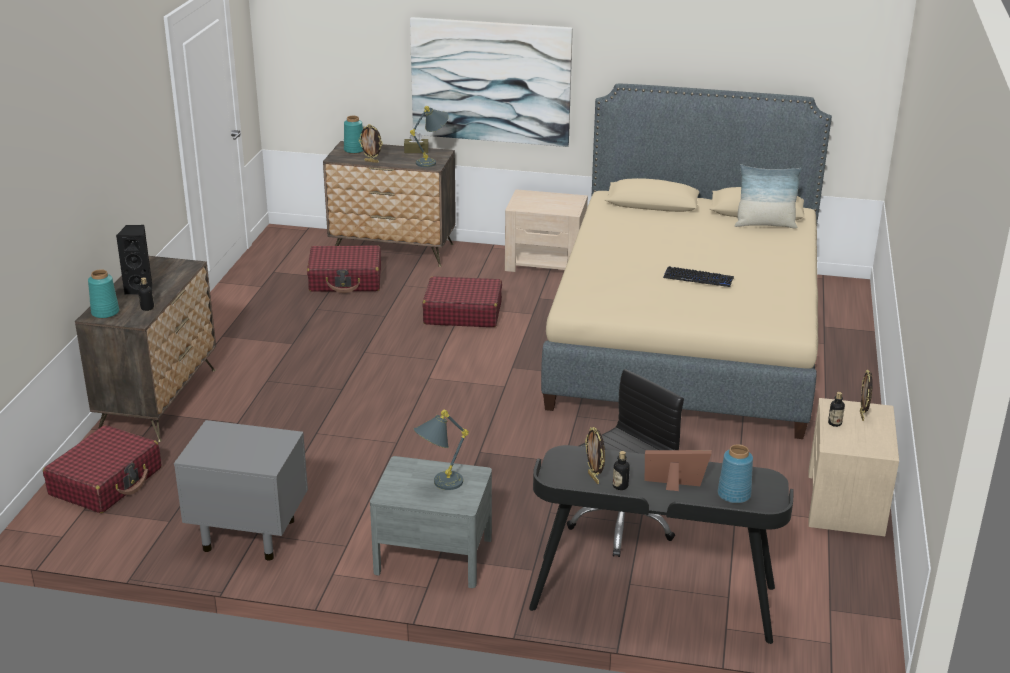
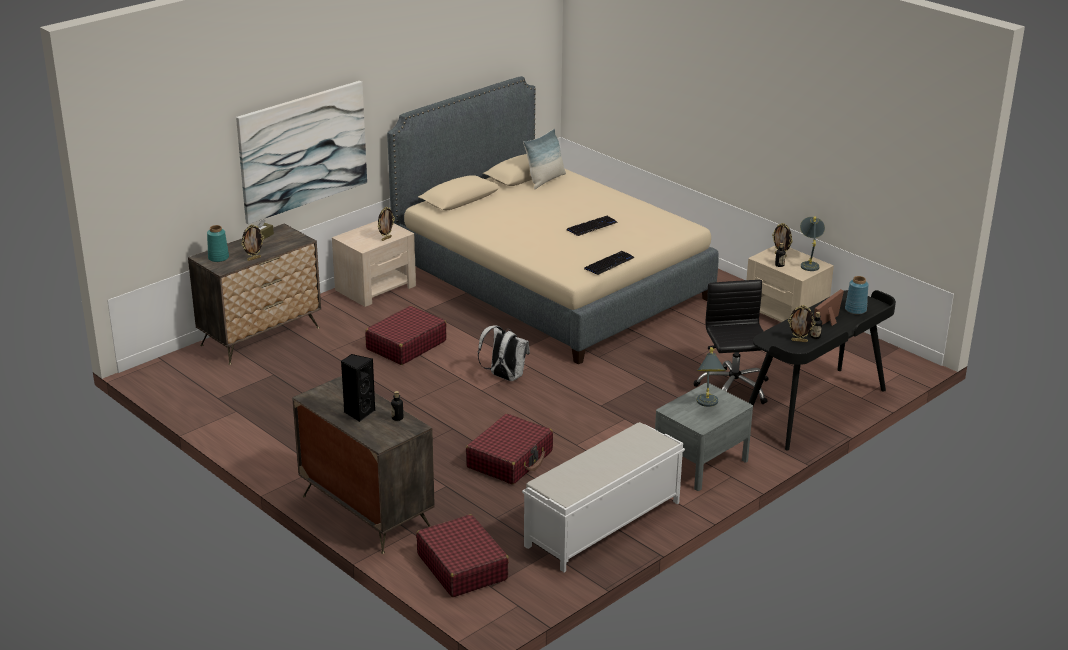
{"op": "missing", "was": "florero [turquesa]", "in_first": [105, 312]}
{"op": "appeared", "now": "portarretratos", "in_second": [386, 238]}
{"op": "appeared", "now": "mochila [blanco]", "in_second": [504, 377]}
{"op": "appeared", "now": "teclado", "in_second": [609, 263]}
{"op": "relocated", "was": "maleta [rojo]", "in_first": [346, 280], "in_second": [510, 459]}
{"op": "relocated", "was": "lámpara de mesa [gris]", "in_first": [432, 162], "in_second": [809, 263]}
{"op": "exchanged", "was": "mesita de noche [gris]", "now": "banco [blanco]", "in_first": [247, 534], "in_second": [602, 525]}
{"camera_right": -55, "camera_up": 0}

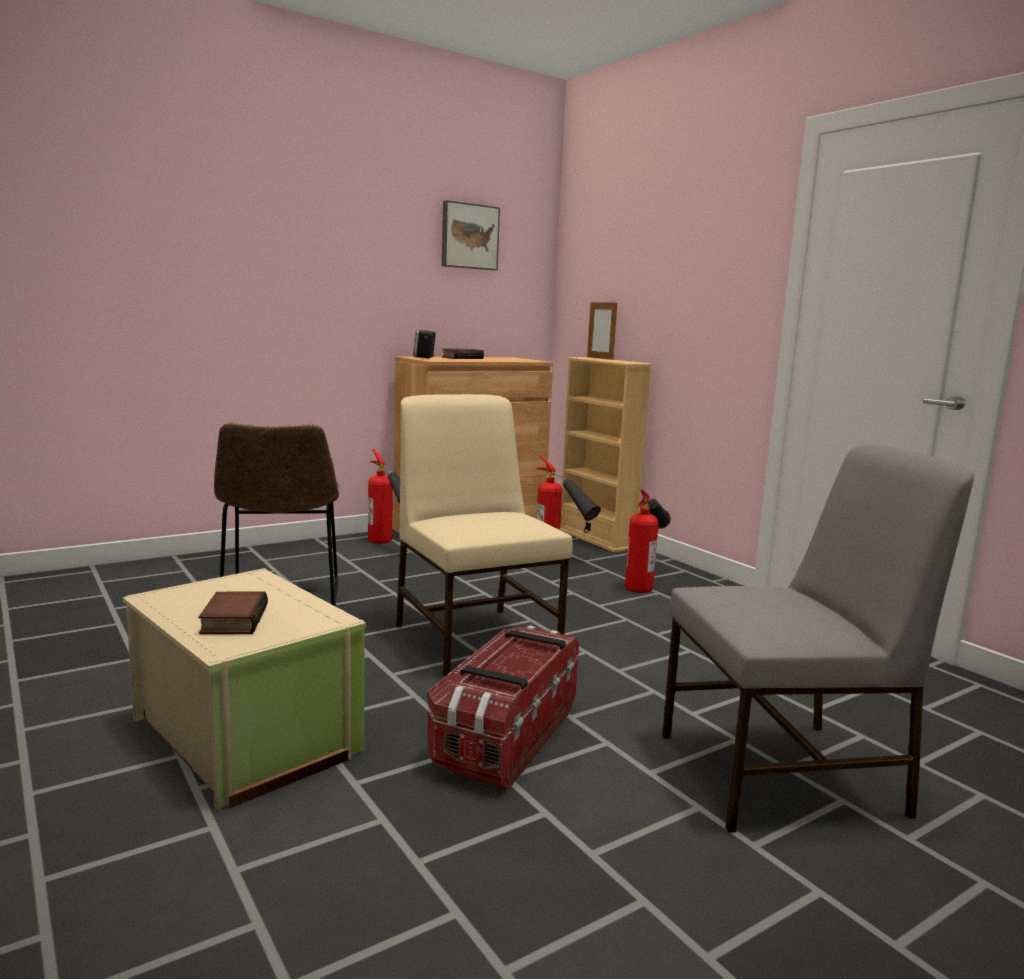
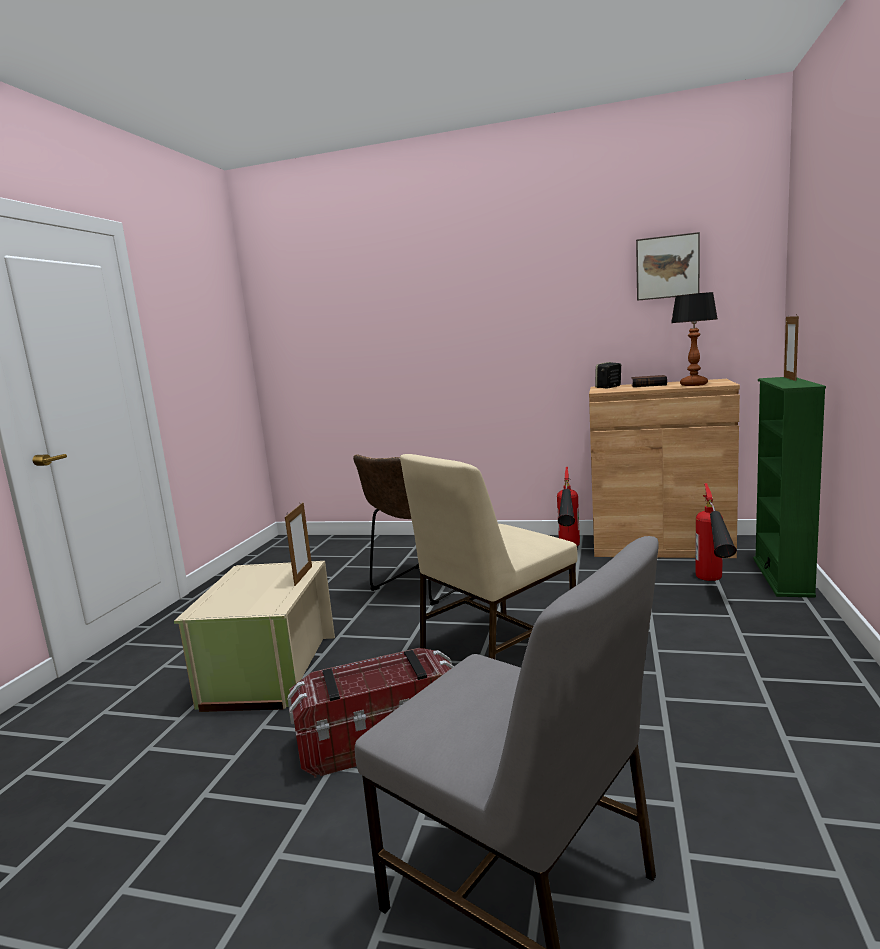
{"op": "missing", "was": "libro", "in_first": [232, 620]}
{"op": "missing", "was": "extintor", "in_first": [645, 581]}
{"op": "appeared", "now": "portarretratos", "in_second": [303, 575]}
{"op": "appeared", "now": "lámpara de mesa", "in_second": [693, 384]}
{"op": "colour", "was": "estantería [beis]", "now": "estantería [verde]", "in_first": [596, 538], "in_second": [782, 577]}
{"op": "spun", "was": "silla [beis]", "in_first": [476, 640], "in_second": [495, 650], "clockwise": -150}
{"camera_right": 50, "camera_up": 0}

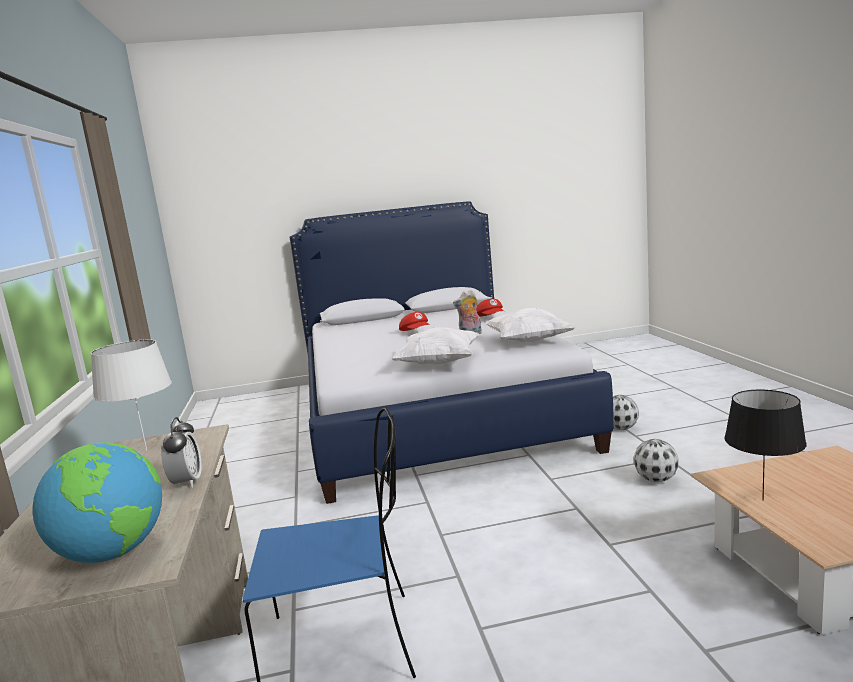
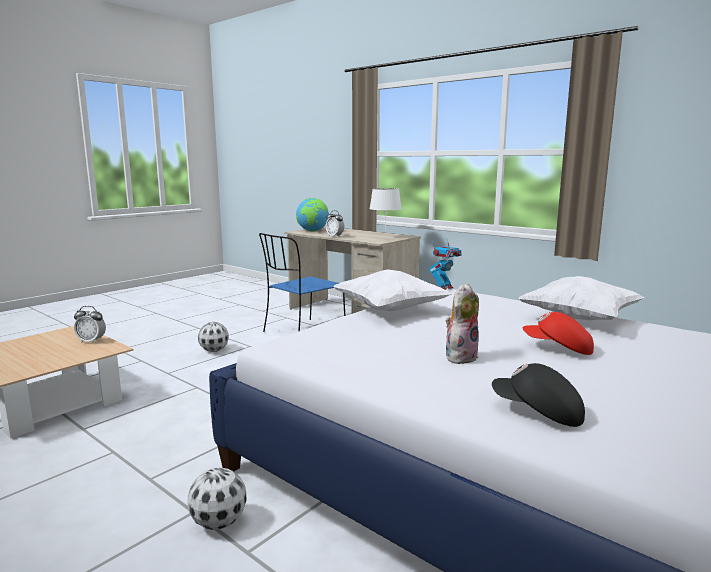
{"op": "appeared", "now": "robot de juguete", "in_second": [444, 287]}
{"op": "relocated", "was": "cojín [blanco]", "in_first": [529, 341], "in_second": [579, 319]}
{"op": "relocated", "was": "balón de fútbol", "in_first": [655, 480], "in_second": [214, 350]}
{"op": "exchanged", "was": "lámpara de mesa [negro]", "now": "despertador", "in_first": [762, 500], "in_second": [91, 341]}
{"op": "colour", "was": "gorra [rojo]", "now": "gorra [negro]", "in_first": [491, 318], "in_second": [537, 413]}
{"camera_right": 140, "camera_up": 0}

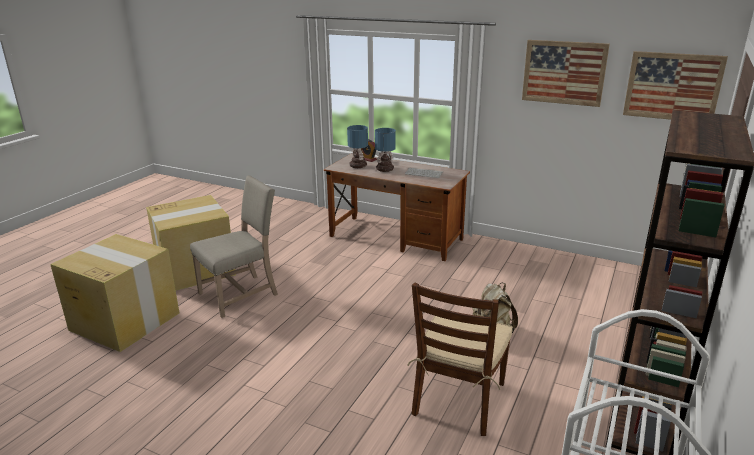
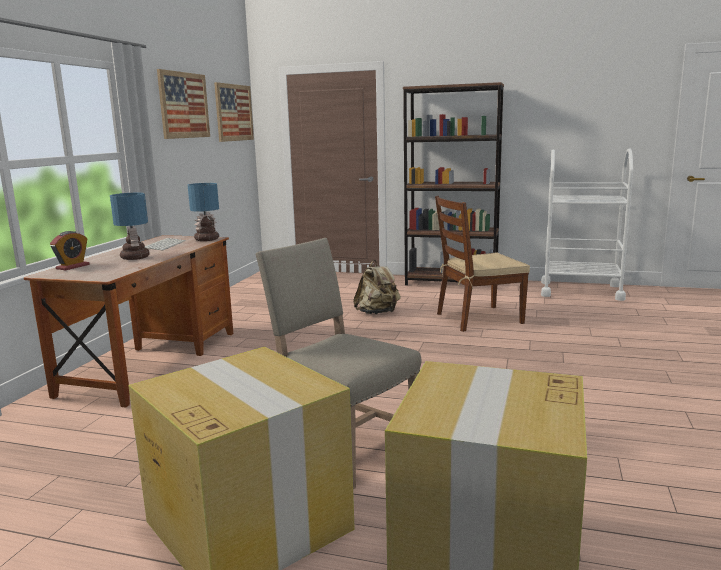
{"op": "relocated", "was": "lámpara de mesa", "in_first": [358, 166], "in_second": [207, 239]}
{"op": "spun", "was": "silla [marrón]", "in_first": [459, 399], "in_second": [478, 318], "clockwise": 150}
{"camera_right": -100, "camera_up": -10}

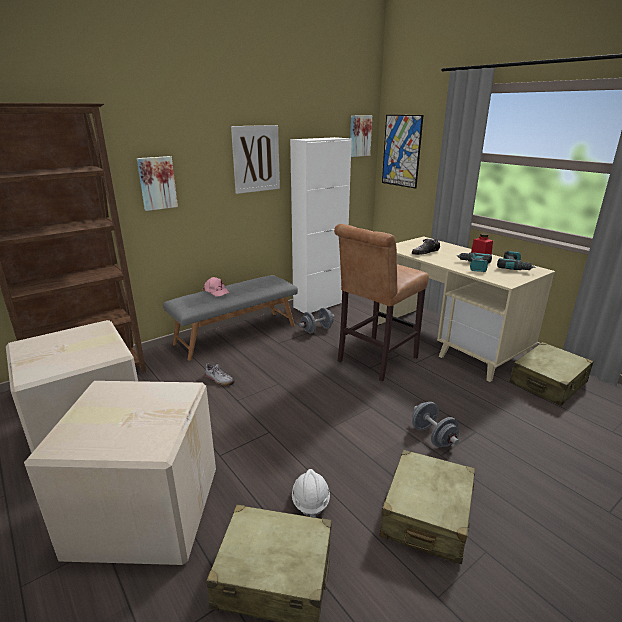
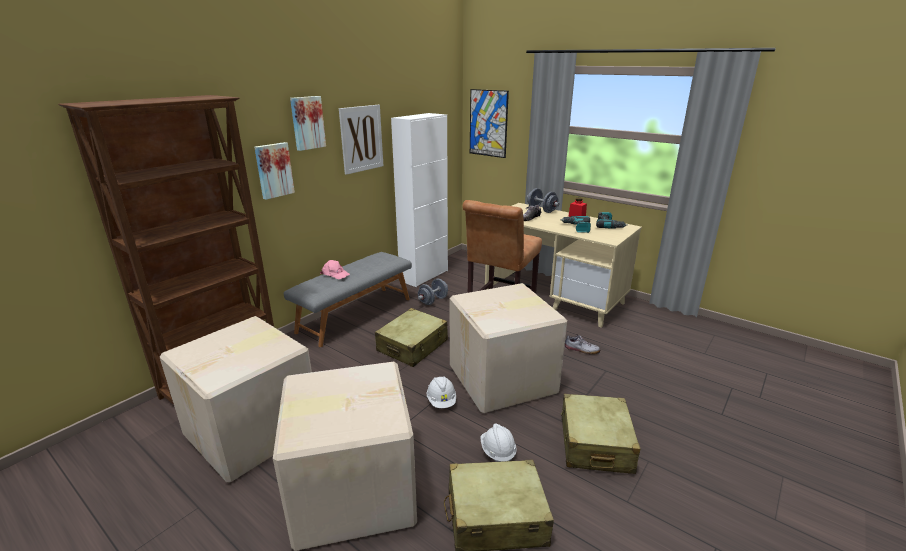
{"op": "appeared", "now": "casco [blanco]", "in_second": [441, 401]}
{"op": "appeared", "now": "caja de cartón", "in_second": [504, 379]}
{"op": "relocated", "was": "zapato", "in_first": [219, 379], "in_second": [581, 349]}
{"op": "relocated", "was": "cuadro", "in_first": [359, 136], "in_second": [307, 123]}
{"op": "relocated", "was": "mancuerna [gris]", "in_first": [433, 436], "in_second": [541, 210]}
{"op": "relocated", "was": "maleta [beis]", "in_first": [548, 383], "in_second": [412, 346]}
{"camera_right": -15, "camera_up": 0}

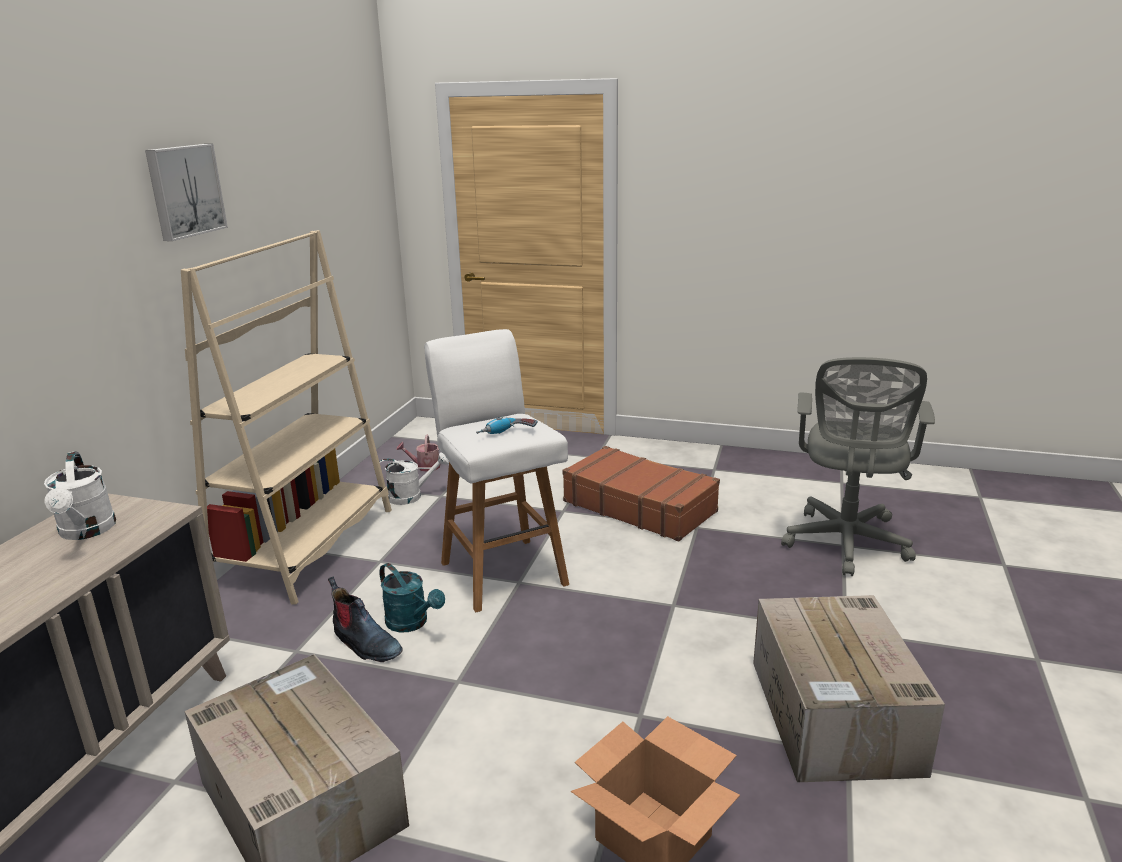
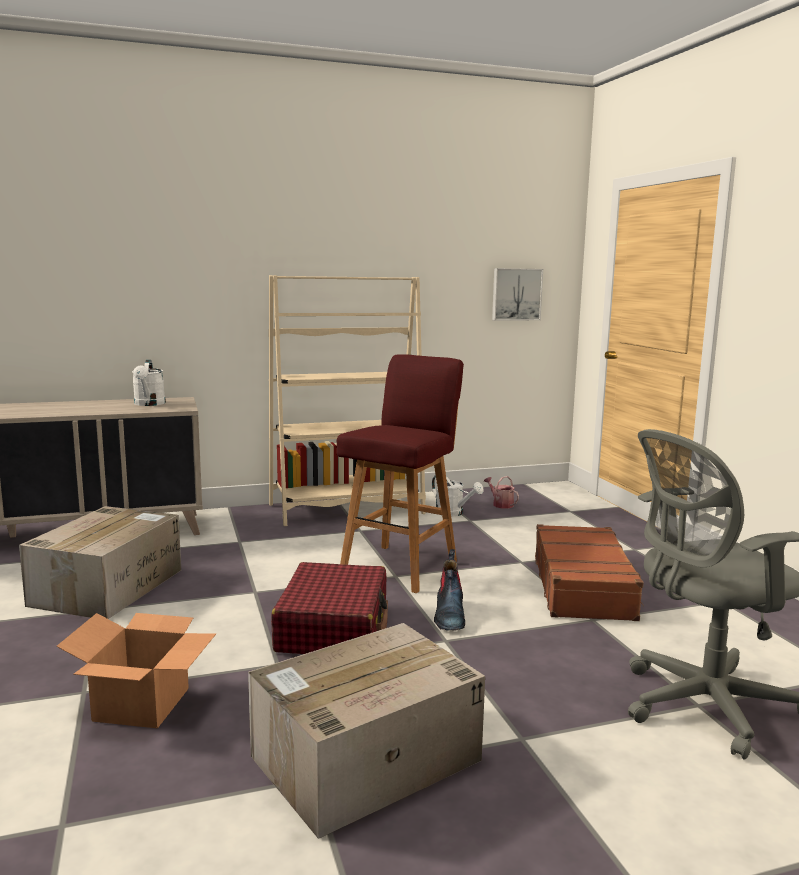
{"op": "missing", "was": "regadera [turquesa]", "in_first": [412, 623]}
{"op": "missing", "was": "taladro", "in_first": [507, 434]}
{"op": "appeared", "now": "maleta [rojo]", "in_second": [333, 627]}
{"op": "relocated", "was": "cuadro", "in_first": [184, 191], "in_second": [516, 294]}
{"op": "relocated", "was": "bota", "in_first": [365, 644], "in_second": [449, 615]}
{"op": "colour", "was": "taburete [blanco]", "now": "taburete [rojo]", "in_first": [502, 571], "in_second": [401, 567]}
{"op": "spun", "was": "regadera [blanco]", "in_first": [86, 532], "in_second": [149, 404], "clockwise": -45}
{"camera_right": 55, "camera_up": -10}

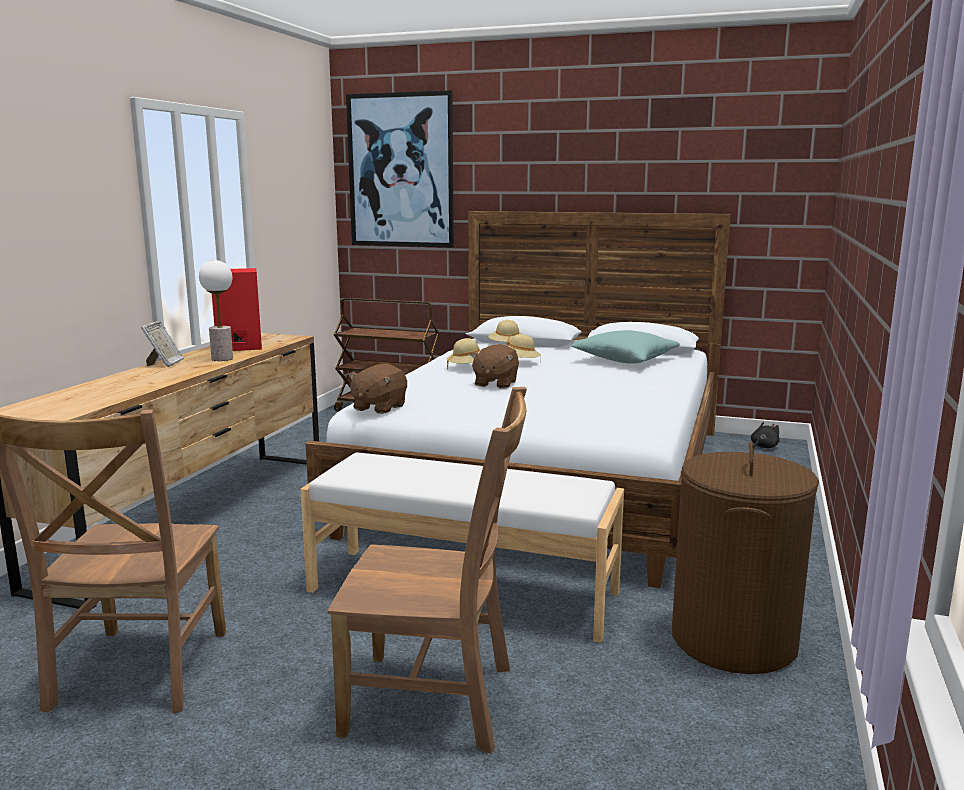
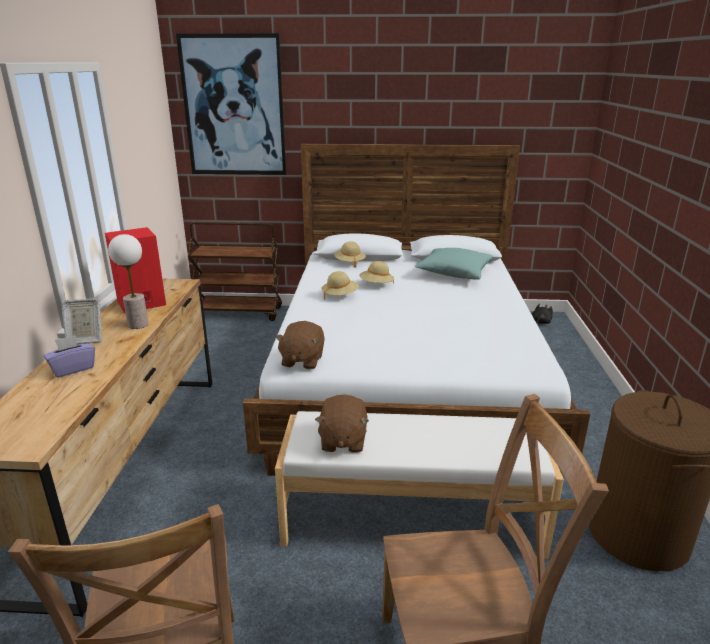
{"op": "appeared", "now": "caja de pañuelos [morado]", "in_second": [73, 369]}
{"op": "relocated", "was": "peluche [marrón]", "in_first": [495, 384], "in_second": [342, 441]}
{"op": "spun", "was": "portarretratos", "in_first": [164, 364], "in_second": [85, 340], "clockwise": 90}
{"camera_right": -15, "camera_up": 10}

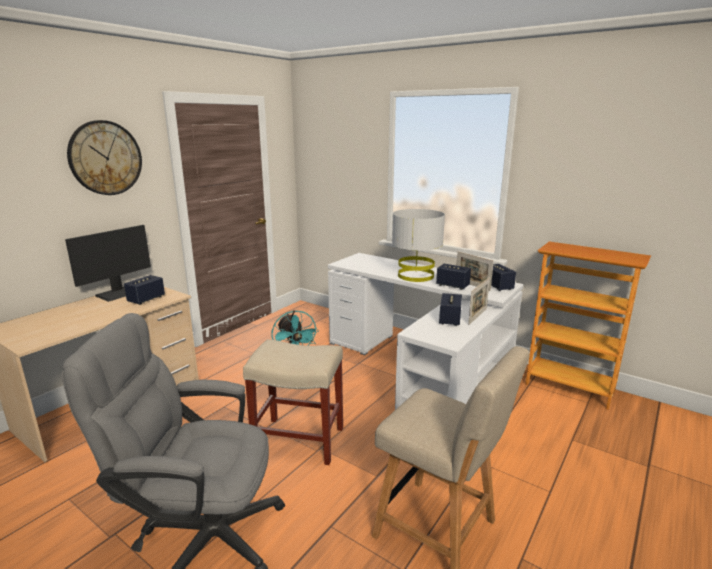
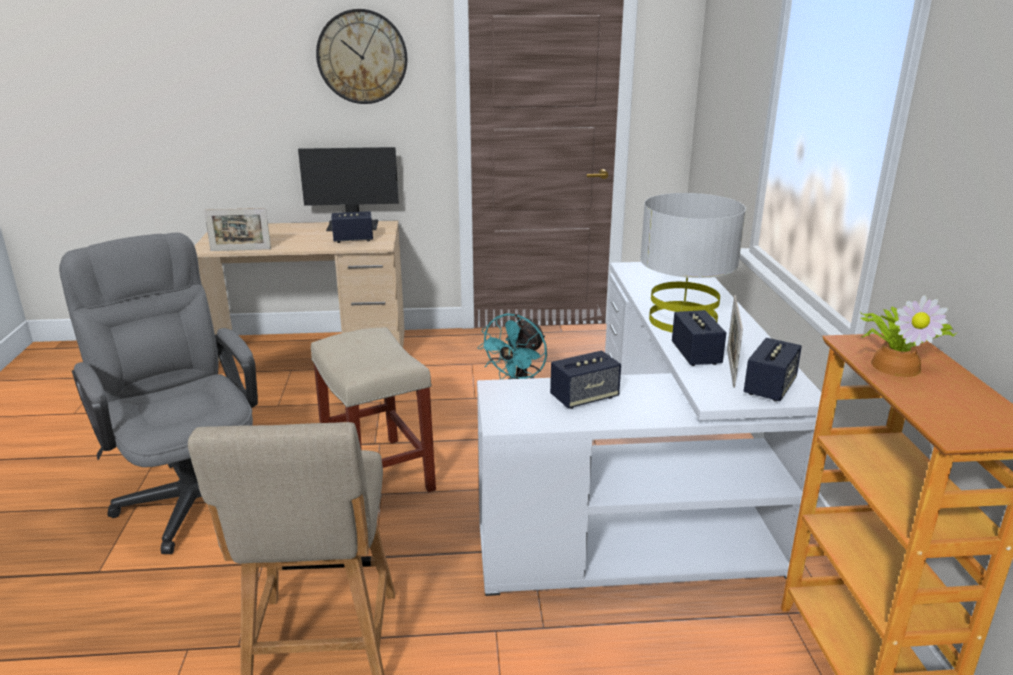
{"op": "appeared", "now": "planta en maceta", "in_second": [896, 365]}
{"op": "relocated", "was": "portarretratos", "in_first": [477, 316], "in_second": [241, 250]}
{"camera_right": 50, "camera_up": 5}

